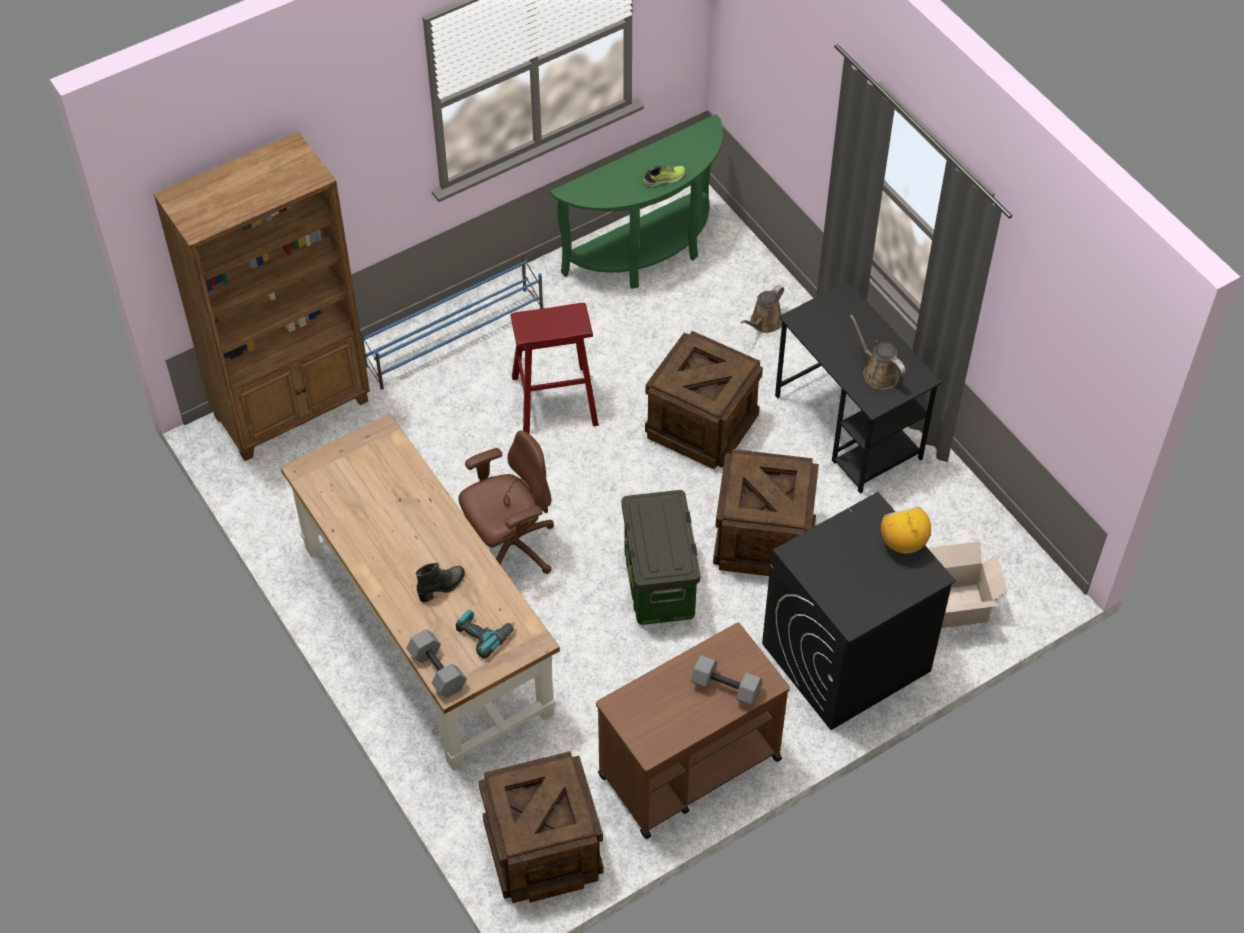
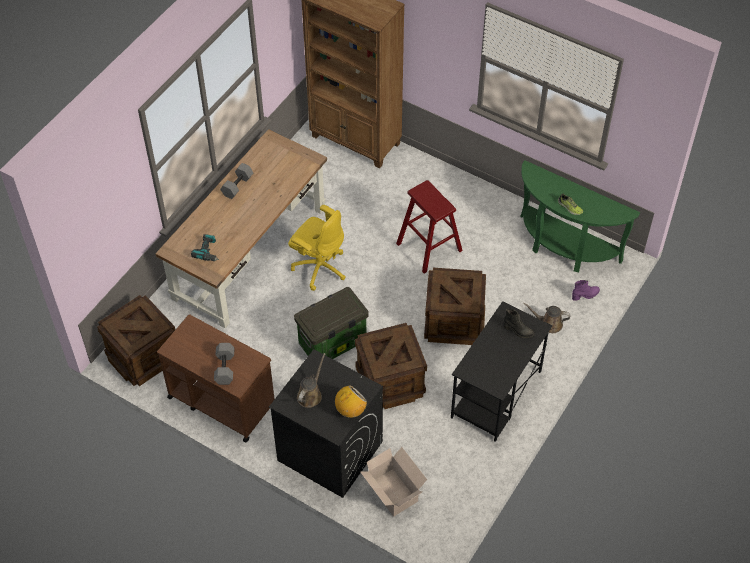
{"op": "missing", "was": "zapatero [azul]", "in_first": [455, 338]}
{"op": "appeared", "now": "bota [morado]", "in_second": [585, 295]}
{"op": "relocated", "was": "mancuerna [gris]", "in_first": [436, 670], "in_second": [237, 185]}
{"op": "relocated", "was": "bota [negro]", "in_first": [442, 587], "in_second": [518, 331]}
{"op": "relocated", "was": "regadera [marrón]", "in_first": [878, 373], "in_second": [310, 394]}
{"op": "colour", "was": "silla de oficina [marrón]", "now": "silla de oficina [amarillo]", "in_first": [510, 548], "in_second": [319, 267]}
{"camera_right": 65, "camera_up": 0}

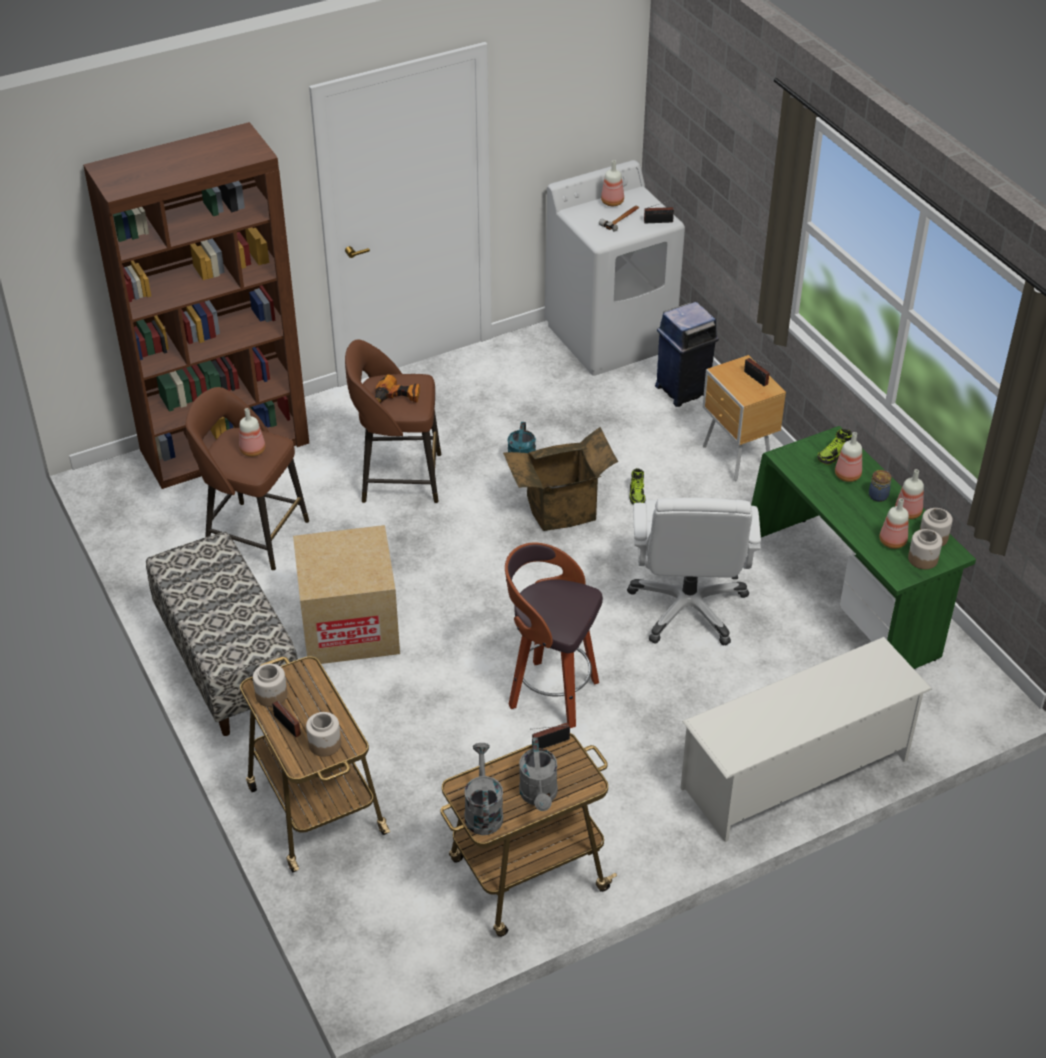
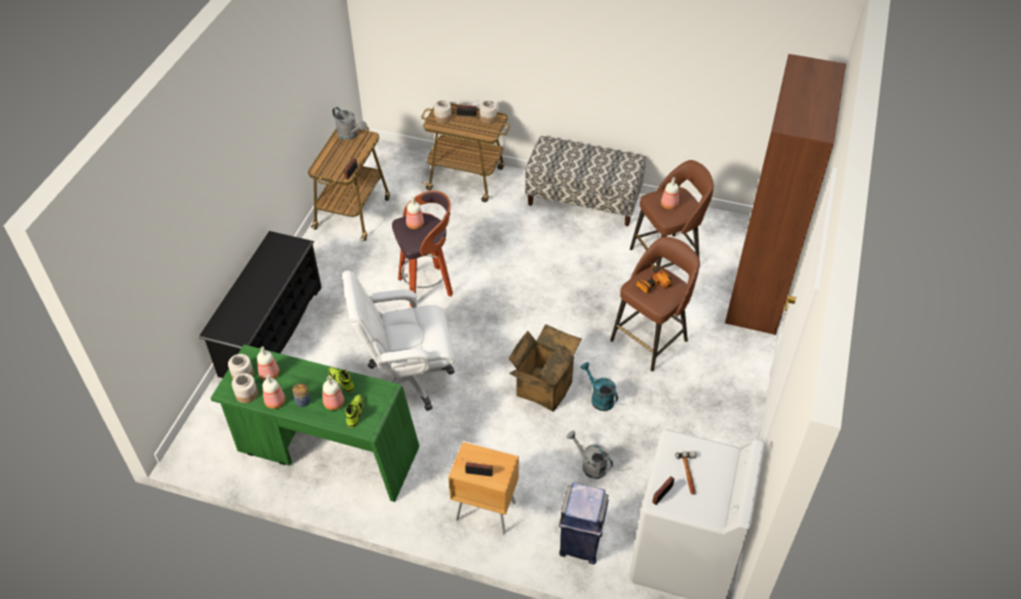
{"op": "missing", "was": "caja de cartón", "in_first": [349, 626]}
{"op": "relocated", "was": "regadera [gris]", "in_first": [539, 796], "in_second": [590, 465]}
{"op": "relocated", "was": "botella", "in_first": [612, 202], "in_second": [415, 225]}
{"op": "relocated", "was": "zapato", "in_first": [637, 495], "in_second": [341, 382]}
{"op": "colour", "was": "zapatero [blanco]", "now": "zapatero [negro]", "in_first": [796, 774], "in_second": [271, 331]}
{"op": "spun", "was": "silla de oficina [blanco]", "in_first": [688, 607], "in_second": [408, 379], "clockwise": -60}
{"camera_right": 135, "camera_up": 5}

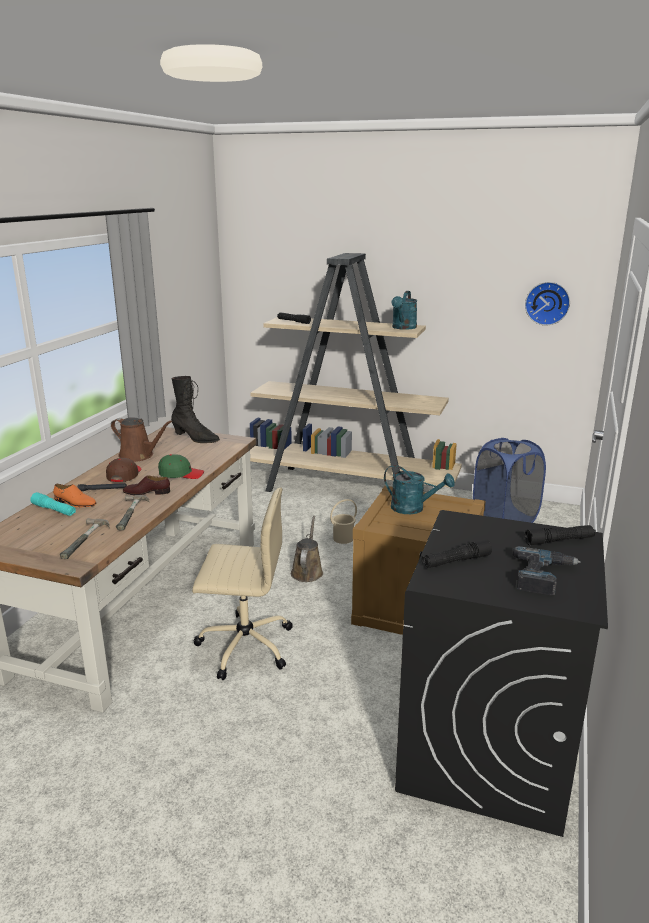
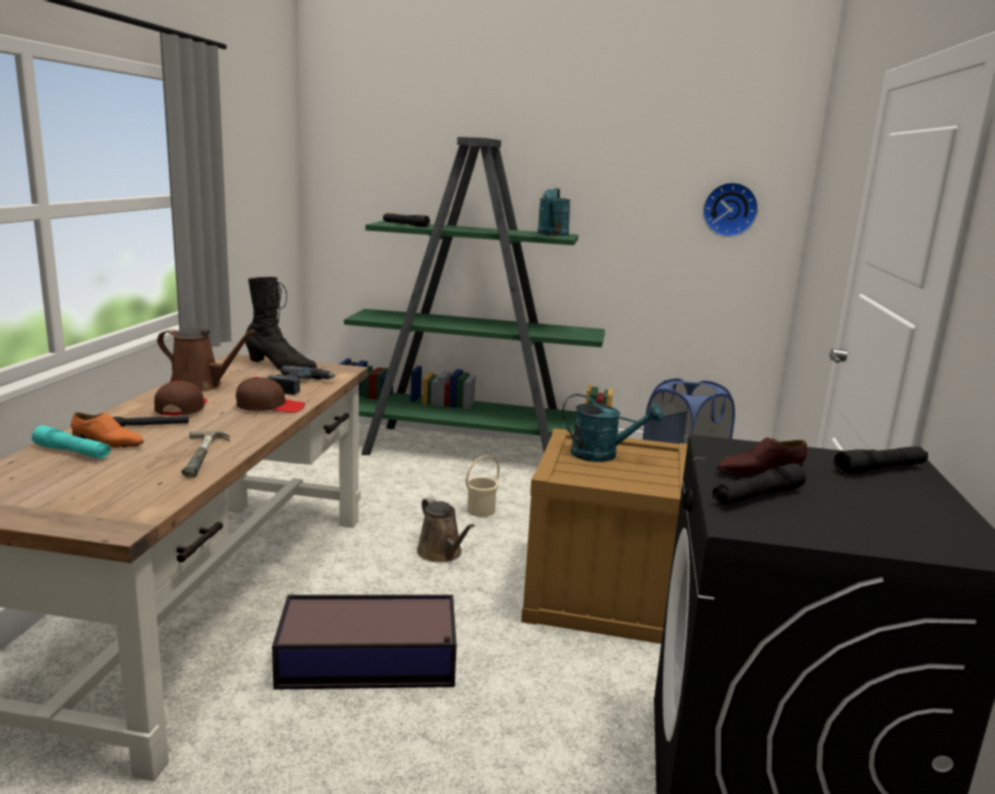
{"op": "missing", "was": "martillo", "in_first": [87, 540]}
{"op": "relocated", "was": "zapato [marrón]", "in_first": [147, 493], "in_second": [759, 473]}
{"op": "relocated", "was": "taladro", "in_first": [543, 576], "in_second": [299, 386]}
{"op": "exchanged", "was": "silla de oficina [beis]", "now": "caja de almacenaje", "in_first": [244, 645], "in_second": [370, 660]}
{"op": "colour", "was": "gorra [verde]", "now": "gorra [marrón]", "in_first": [181, 474], "in_second": [270, 407]}
{"op": "colour", "was": "estantería [beis]", "now": "estantería [verde]", "in_first": [347, 489], "in_second": [470, 451]}
{"op": "spun", "was": "regadera [marrón]", "in_first": [307, 571], "in_second": [441, 553], "clockwise": 150}
{"camera_right": -10, "camera_up": -5}

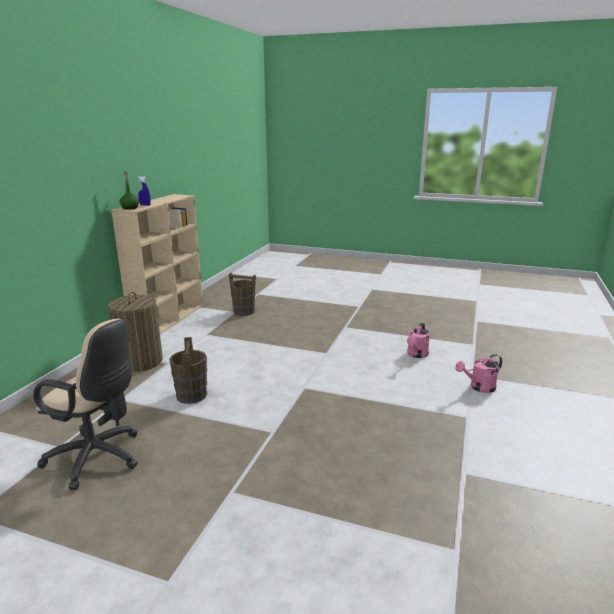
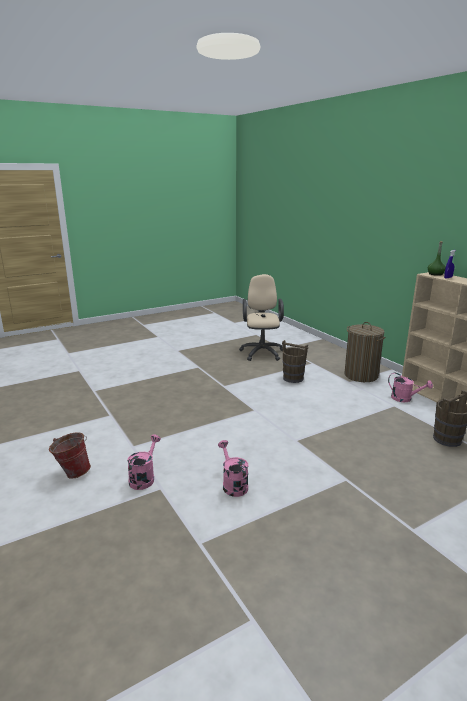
{"op": "appeared", "now": "cubo", "in_second": [72, 472]}
{"op": "appeared", "now": "regadera [rosa]", "in_second": [405, 399]}
{"op": "spun", "was": "silla de oficina [beis]", "in_first": [99, 458], "in_second": [262, 352], "clockwise": 120}
{"camera_right": 130, "camera_up": 0}

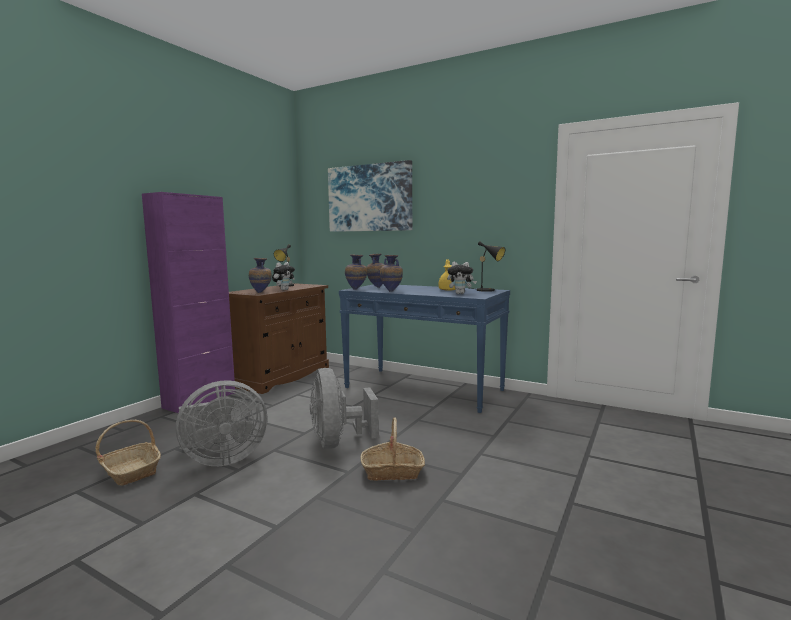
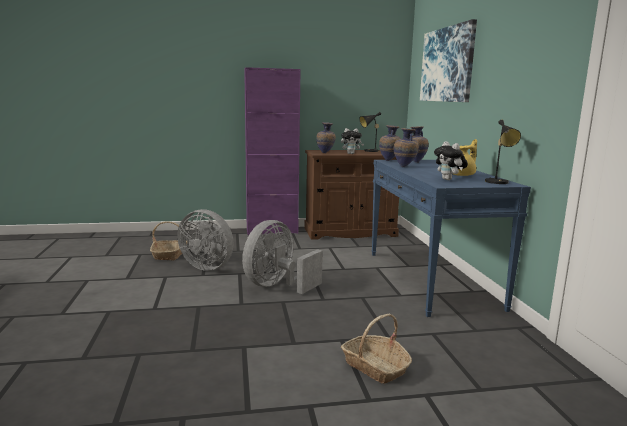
{"op": "relocated", "was": "cesta", "in_first": [392, 471], "in_second": [375, 367]}
{"camera_right": 50, "camera_up": 5}

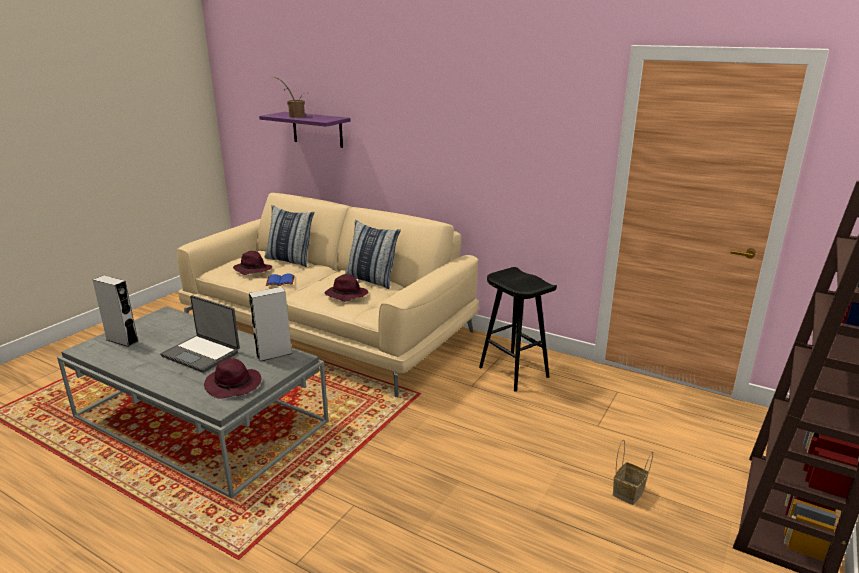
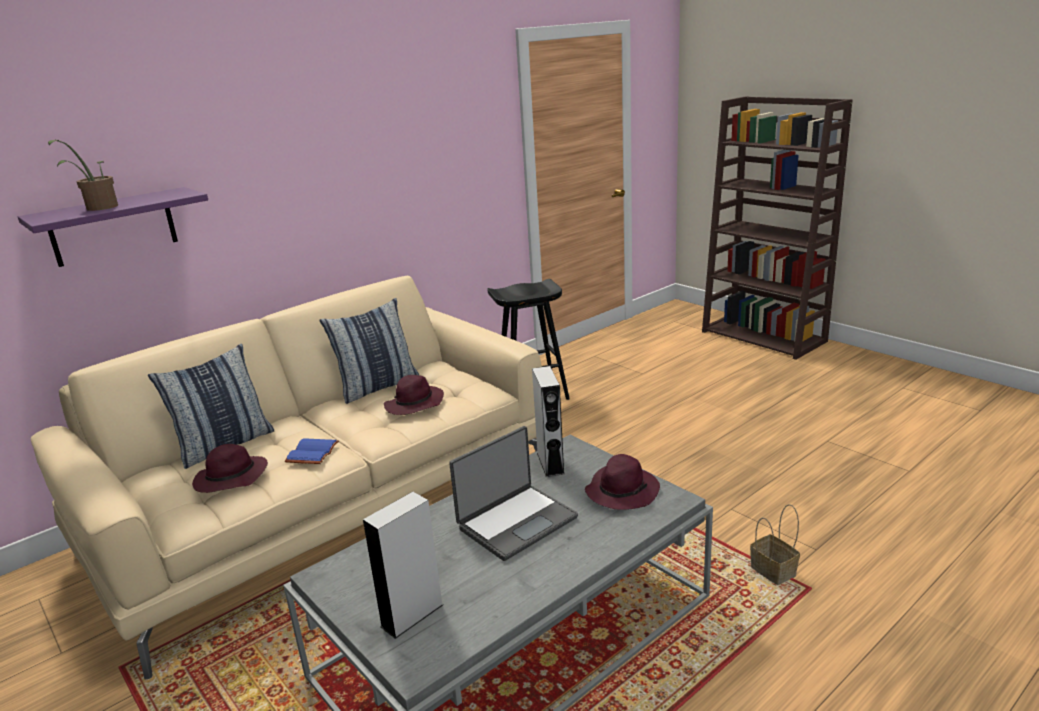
{"op": "relocated", "was": "cesta", "in_first": [628, 493], "in_second": [774, 572]}
{"camera_right": -70, "camera_up": 0}

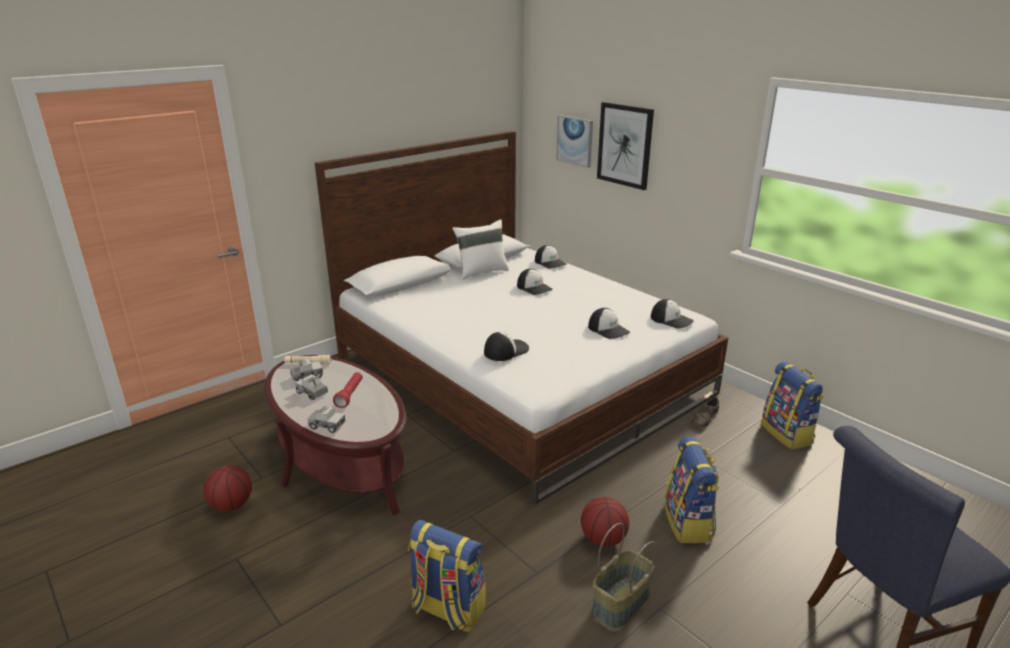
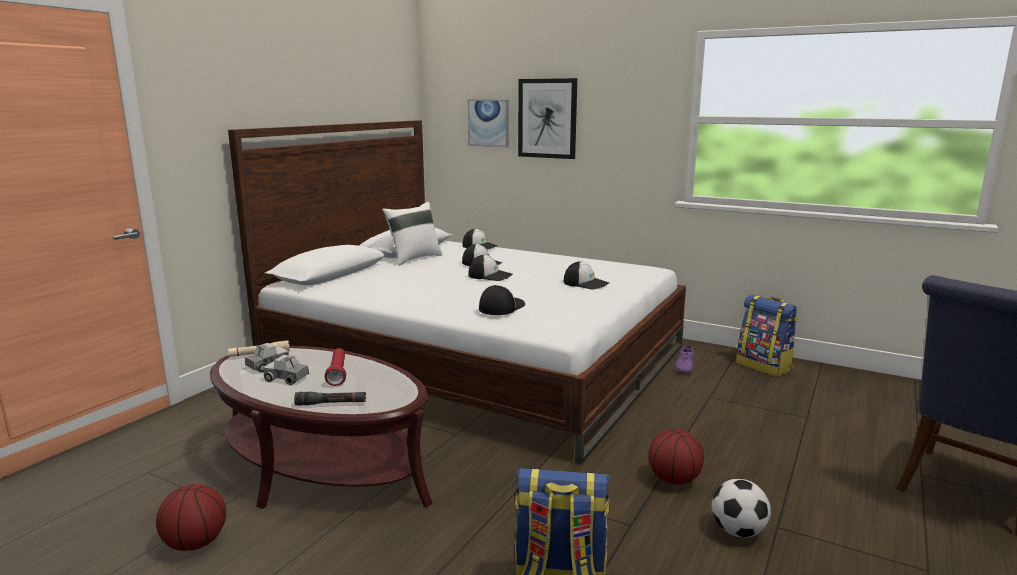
{"op": "missing", "was": "mochila", "in_first": [688, 523]}
{"op": "relocated", "was": "gorra", "in_first": [671, 320], "in_second": [490, 276]}
{"op": "exchanged", "was": "camión de juguete", "now": "linterna [negro]", "in_first": [327, 425], "in_second": [331, 404]}
{"op": "exchanged", "was": "cesta", "now": "balón de fútbol", "in_first": [621, 603], "in_second": [738, 531]}
{"op": "colour", "was": "zapato [marrón]", "now": "zapato [morado]", "in_first": [704, 419], "in_second": [685, 366]}
{"camera_right": -20, "camera_up": -10}

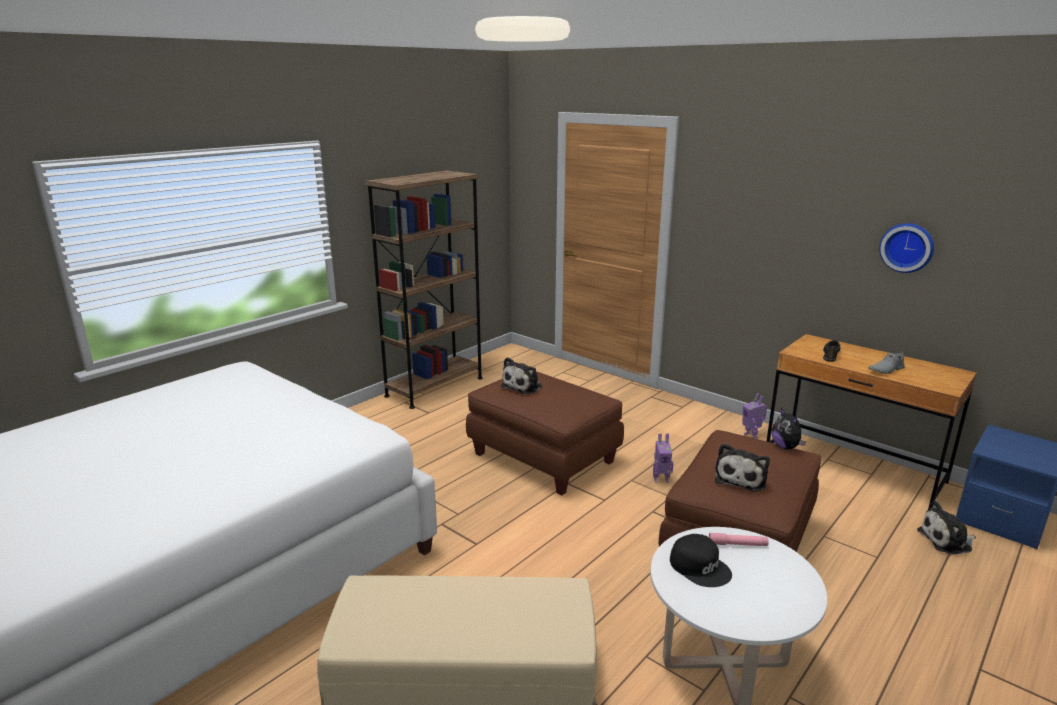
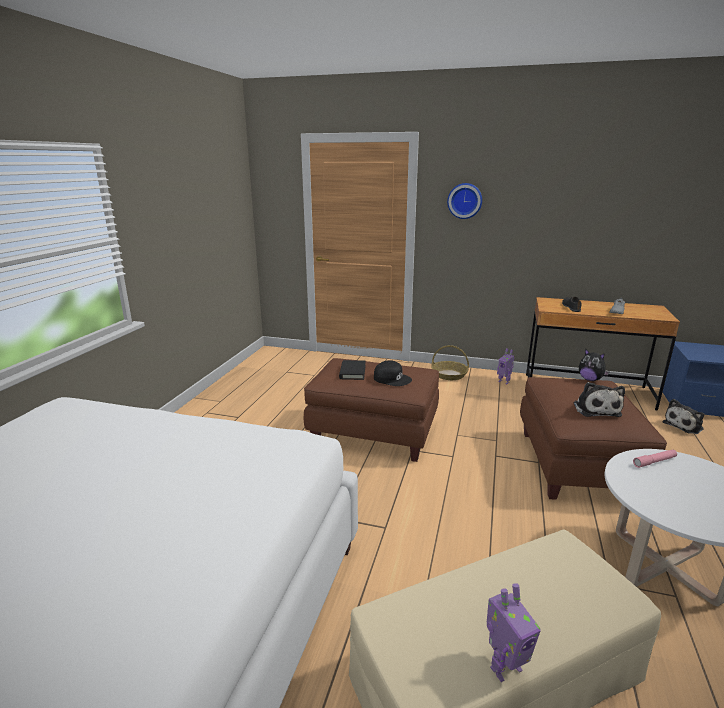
{"op": "missing", "was": "estantería [marrón]", "in_first": [434, 387]}
{"op": "appeared", "now": "cesta", "in_second": [449, 375]}
{"op": "relocated", "was": "robot de juguete", "in_first": [660, 479], "in_second": [504, 667]}
{"op": "relocated", "was": "gorra [negro]", "in_first": [700, 566], "in_second": [392, 378]}
{"op": "relocated", "was": "reloj de pared", "in_first": [907, 247], "in_second": [464, 201]}
{"op": "exchanged", "was": "peluche", "now": "libro [negro]", "in_first": [523, 386], "in_second": [352, 372]}
{"camera_right": -25, "camera_up": 0}

